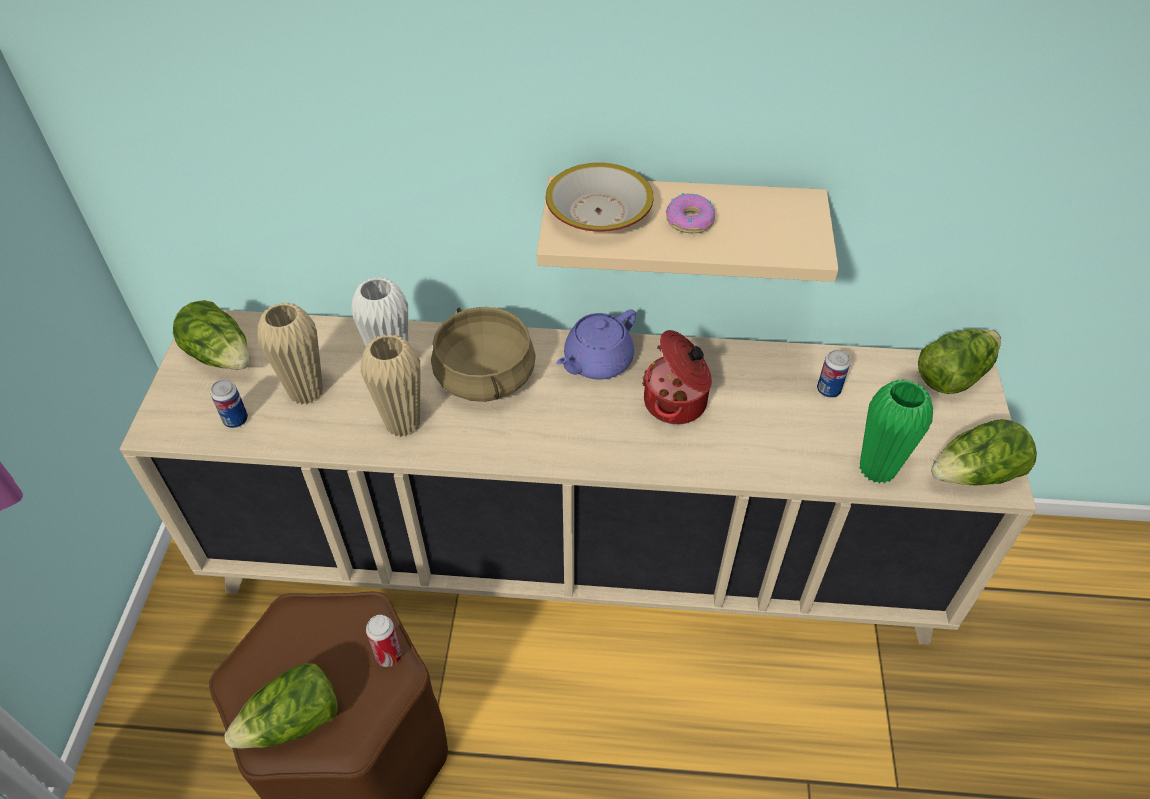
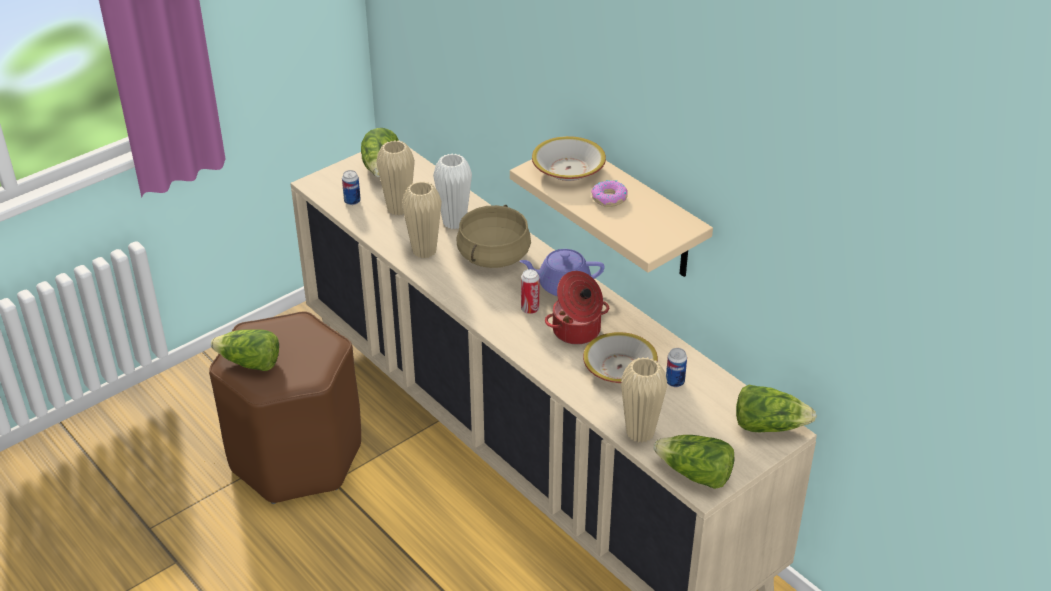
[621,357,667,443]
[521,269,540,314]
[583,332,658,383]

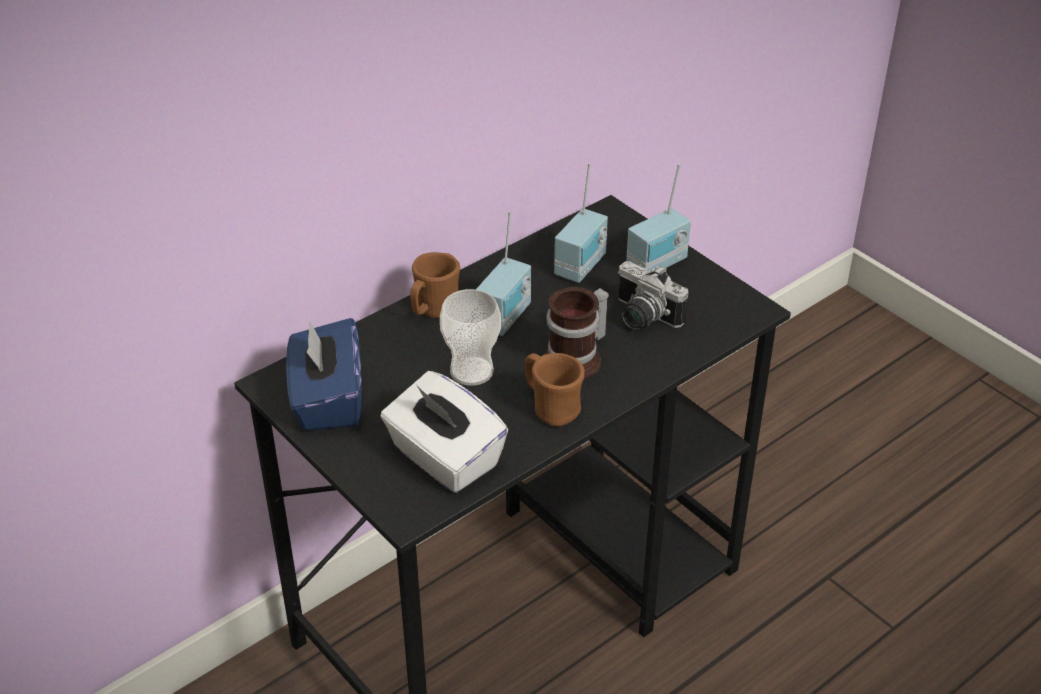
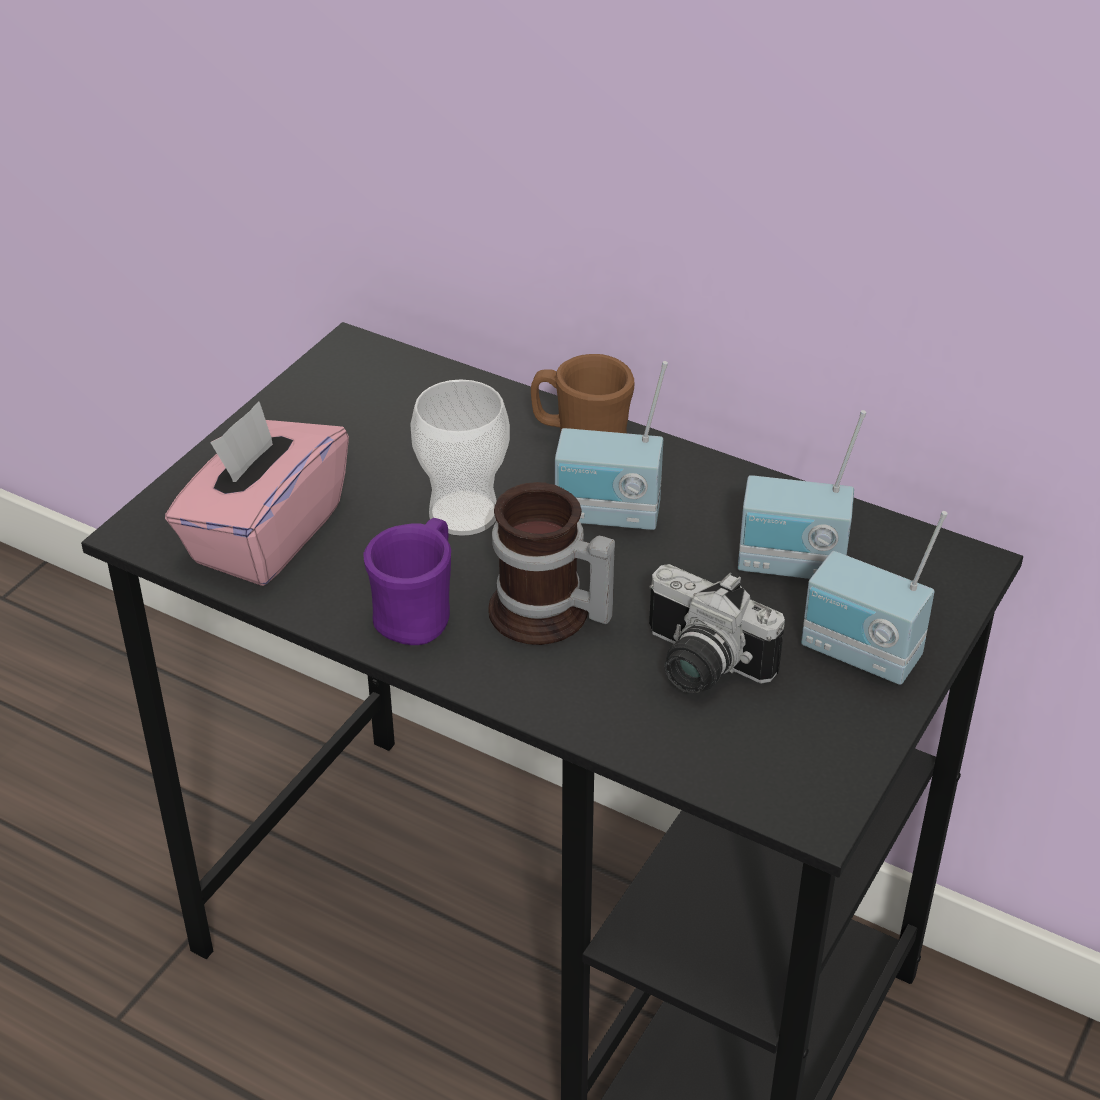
[649,564,785,694]
[286,318,362,431] (first image)
[364,518,451,645]
[165,401,349,586]

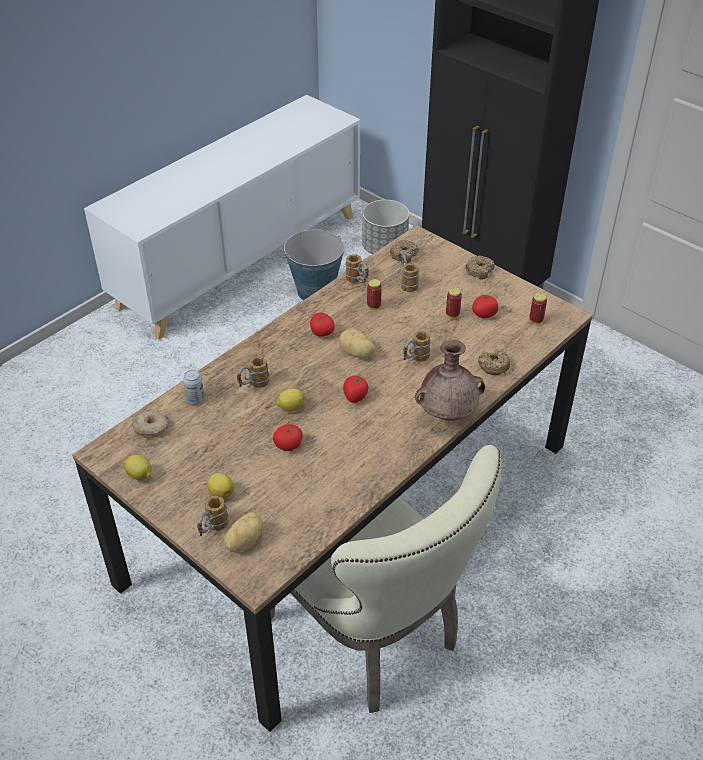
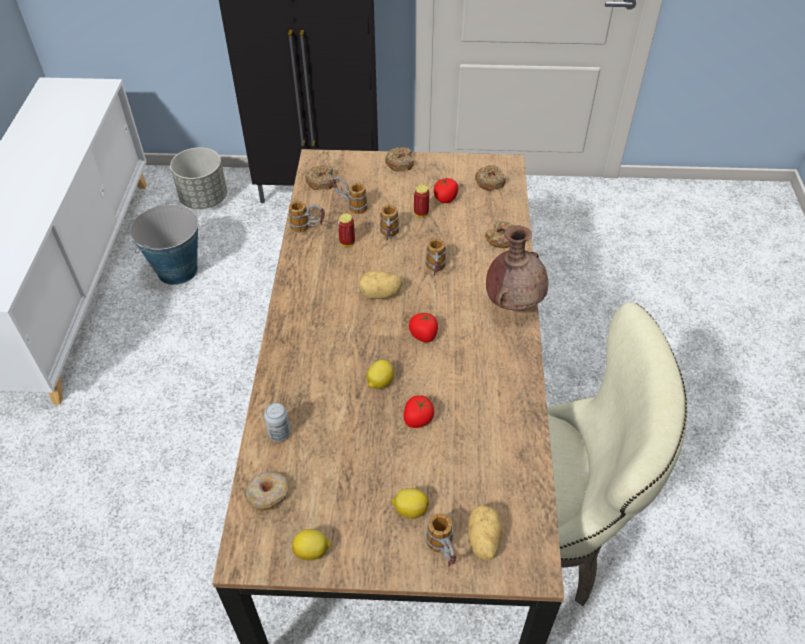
[475,165,506,191]
[310,313,335,337] (first image)
[379,205,400,240]

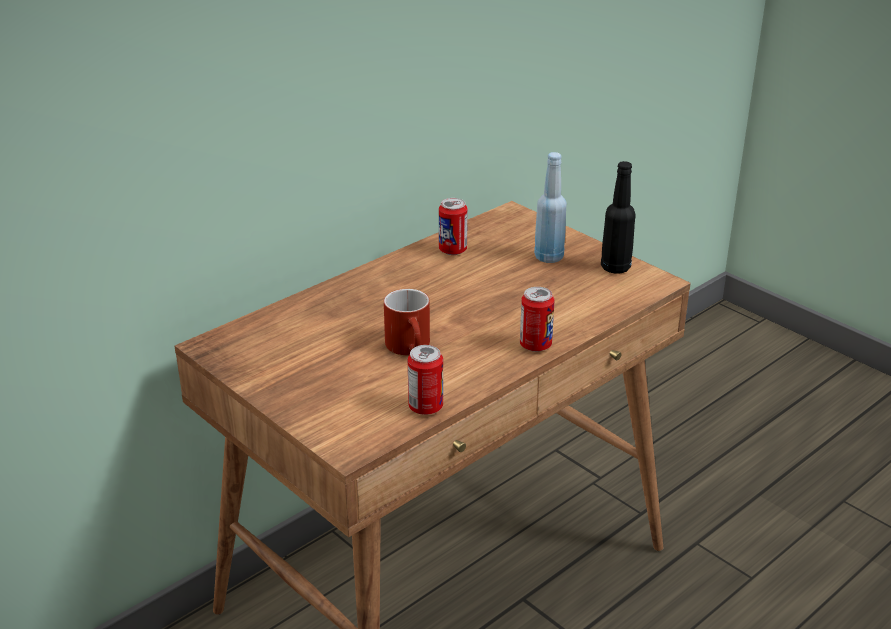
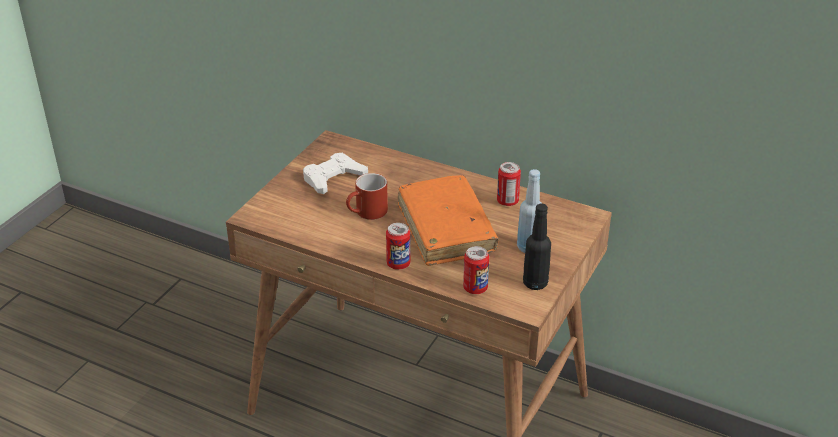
[463,246,489,294]
[303,153,368,194]
[398,175,499,266]

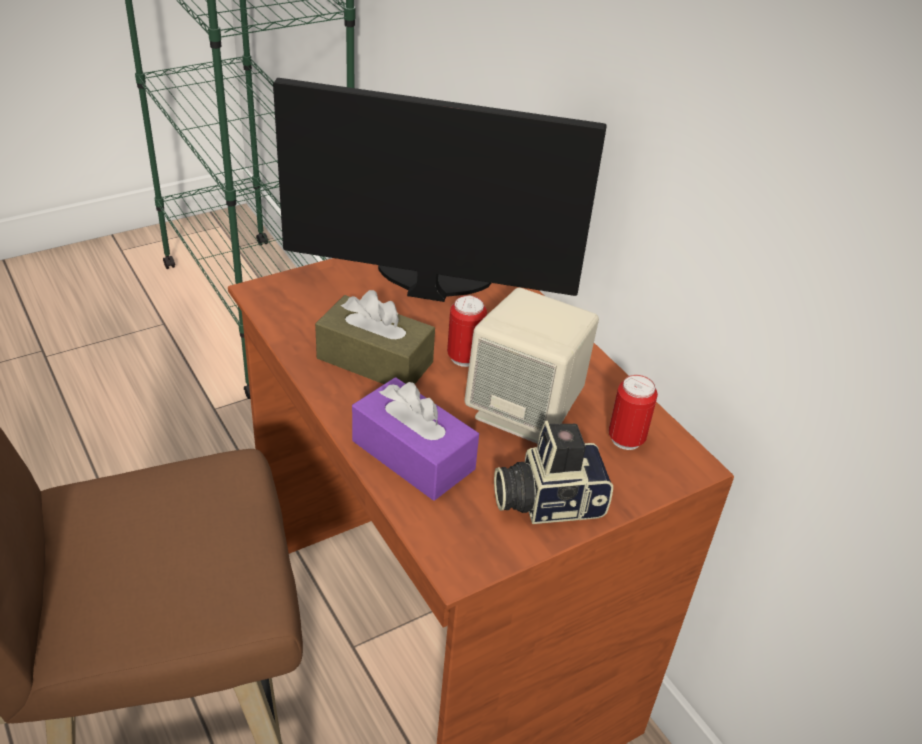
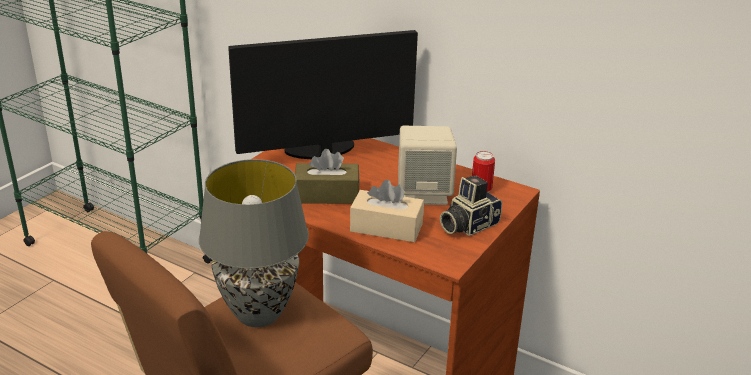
[447,295,487,367] (first image)
[350,180,424,242]
[199,159,309,327]

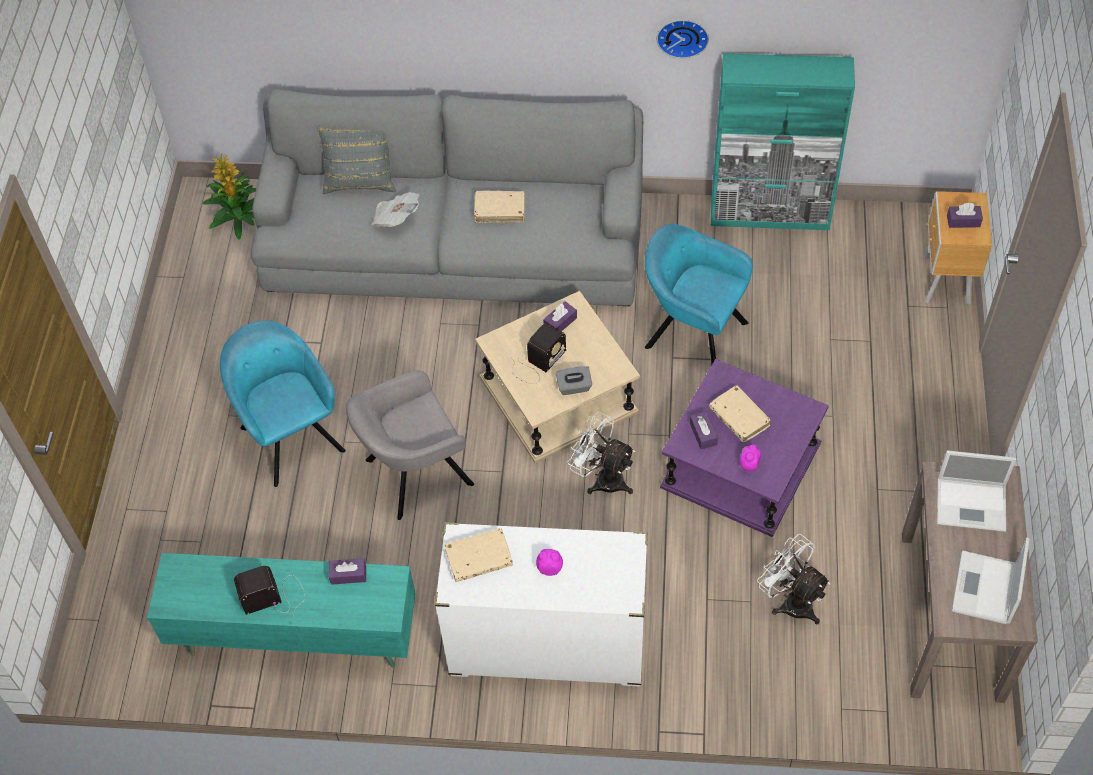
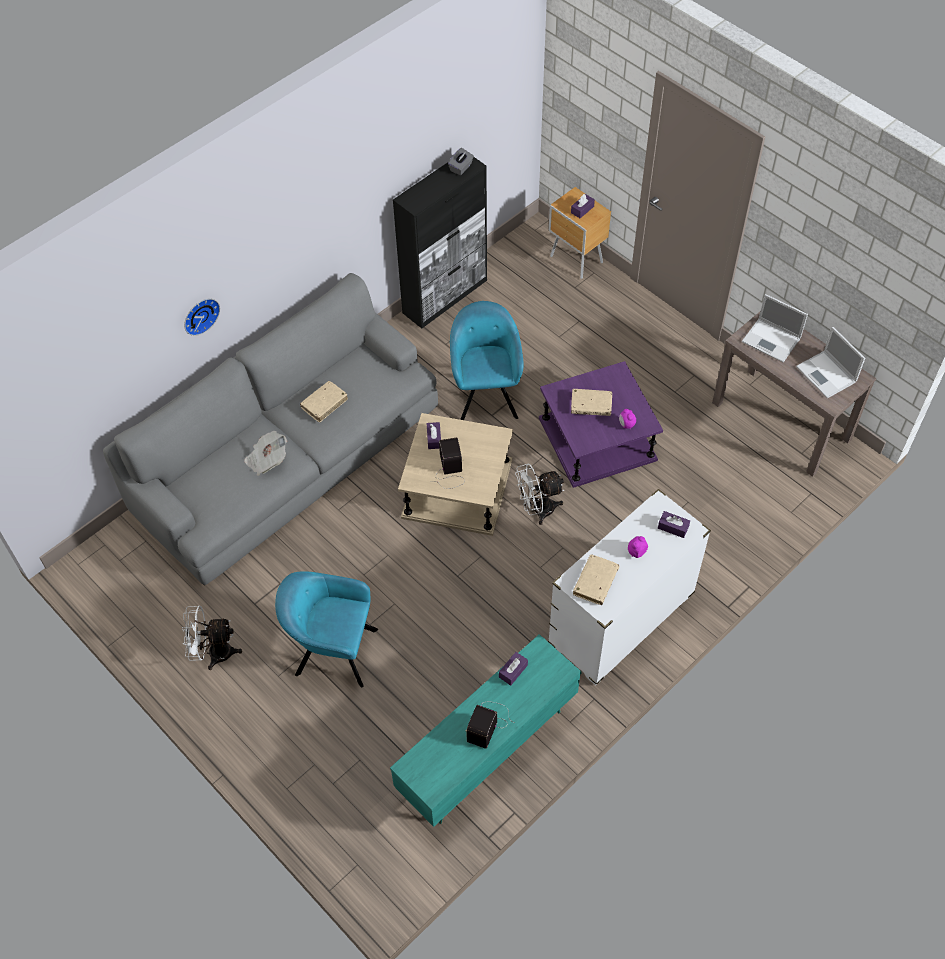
[184,299,220,336]
[393,157,487,328]
[317,125,396,194] (first image)
[203,153,256,240] (first image)
[450,301,524,420]
[448,148,474,175]
[346,370,474,520] (first image)
[658,511,690,538]
[742,294,808,362]
[182,606,242,670]

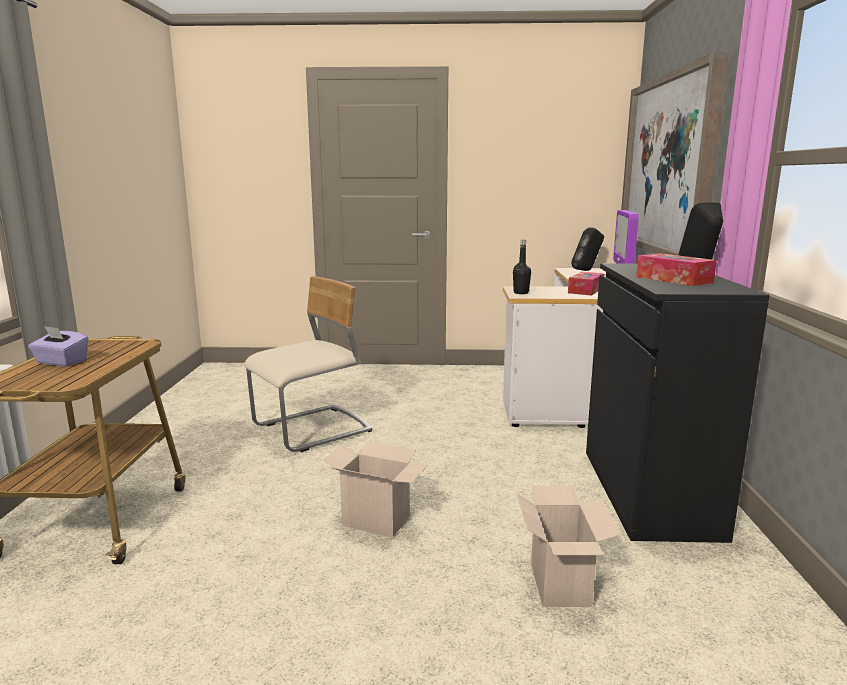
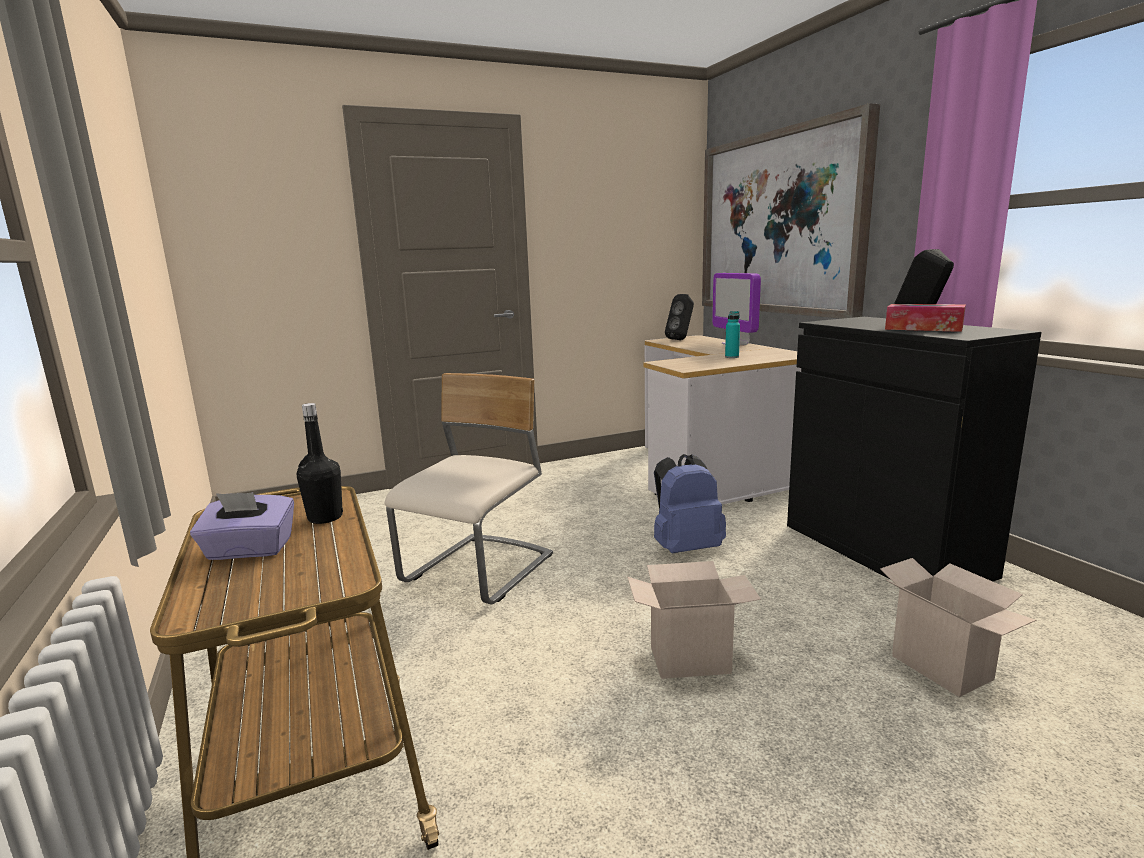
[297,403,343,524]
[725,311,740,358]
[654,454,726,553]

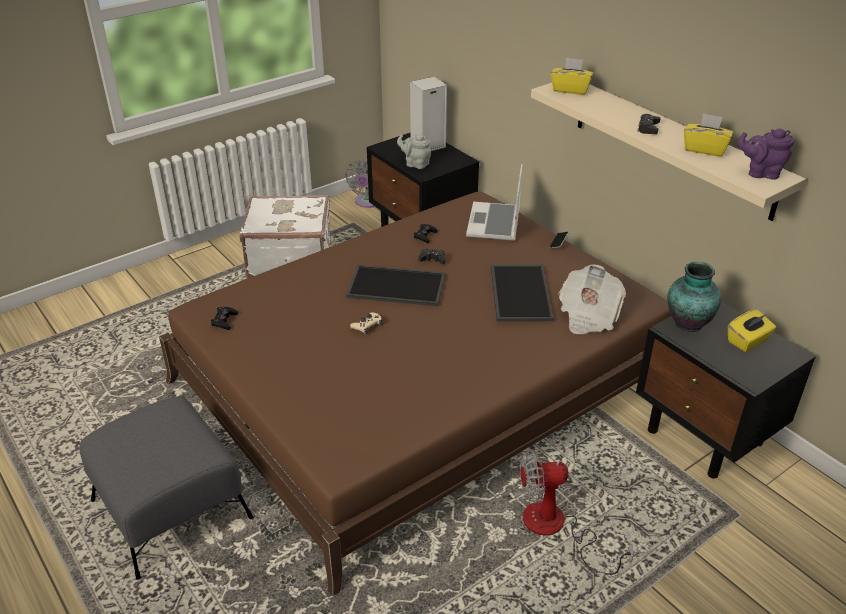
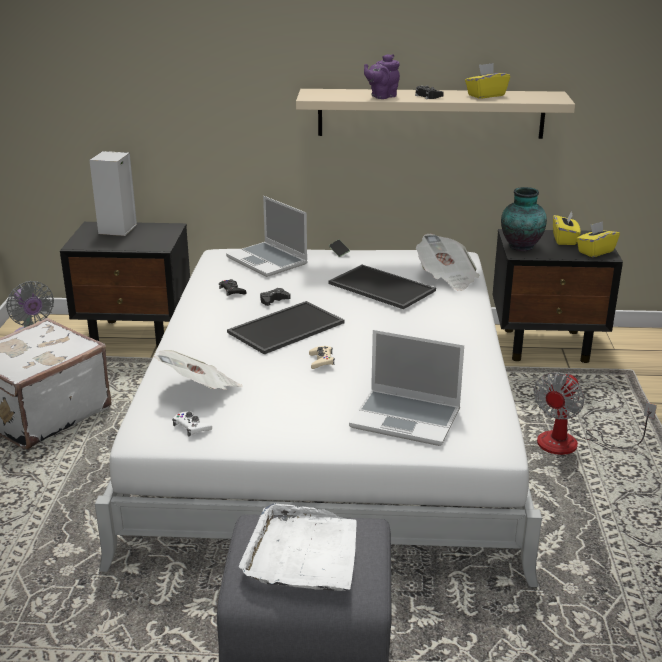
[576,221,620,257]
[364,54,400,99]
[397,134,431,169] (first image)
[95,249,542,587]
[172,411,212,436]
[349,330,464,446]
[154,350,243,390]
[239,503,357,591]

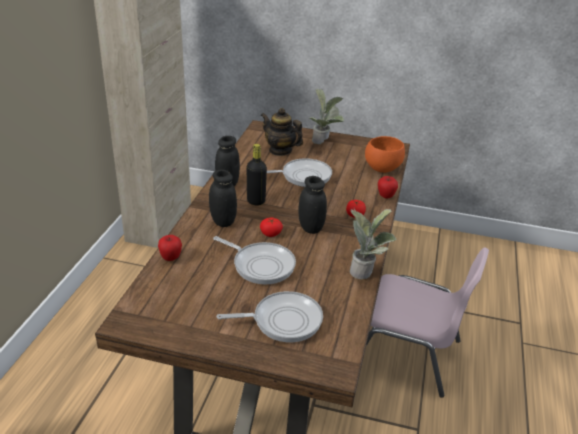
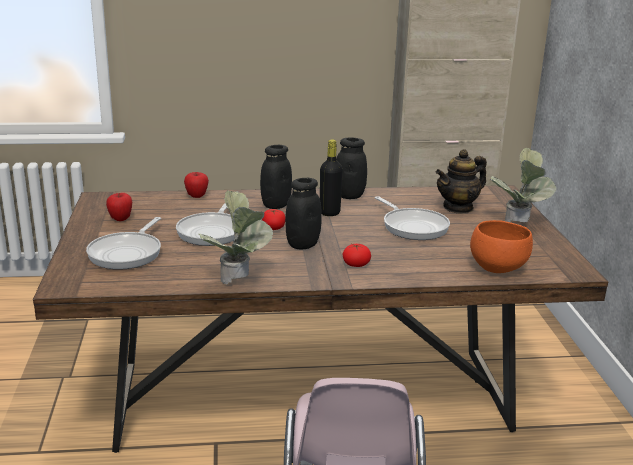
[436,149,487,214]
[106,193,132,221]
[86,217,161,270]

